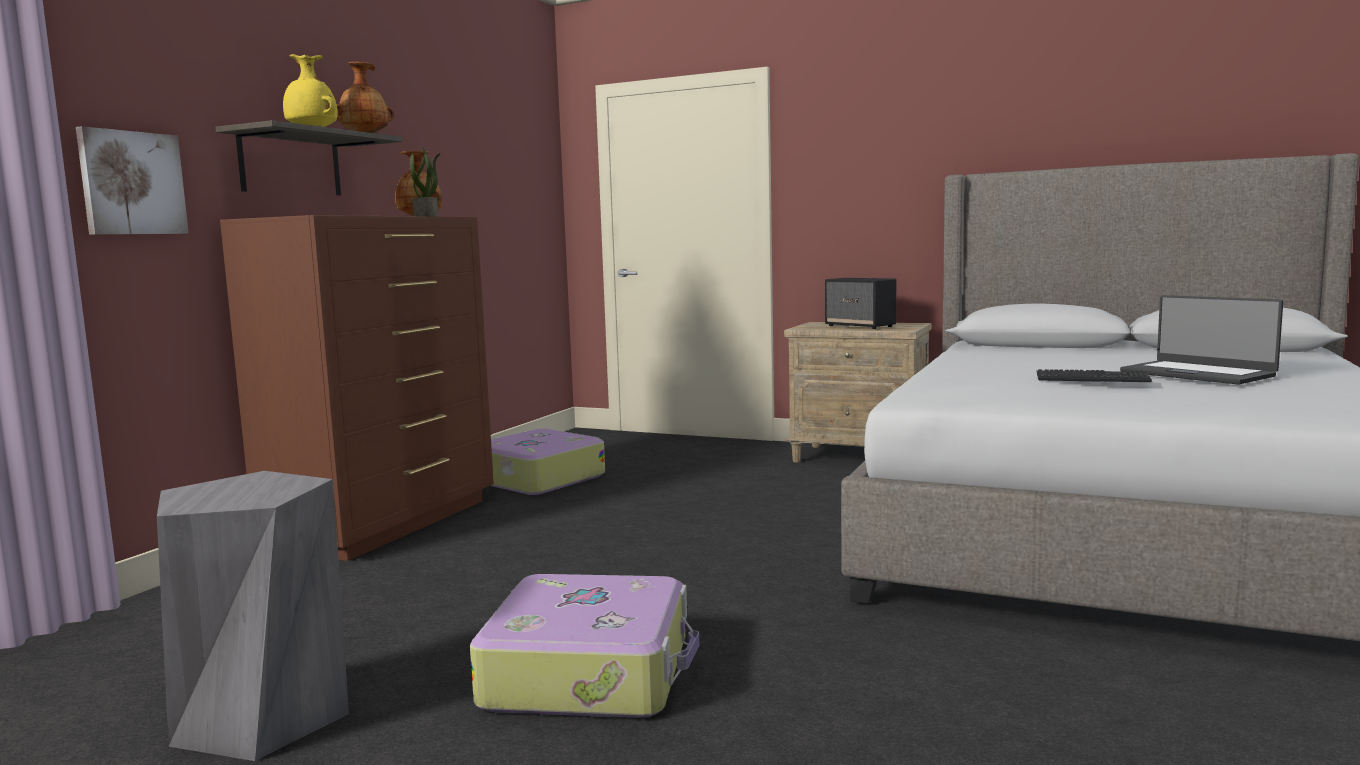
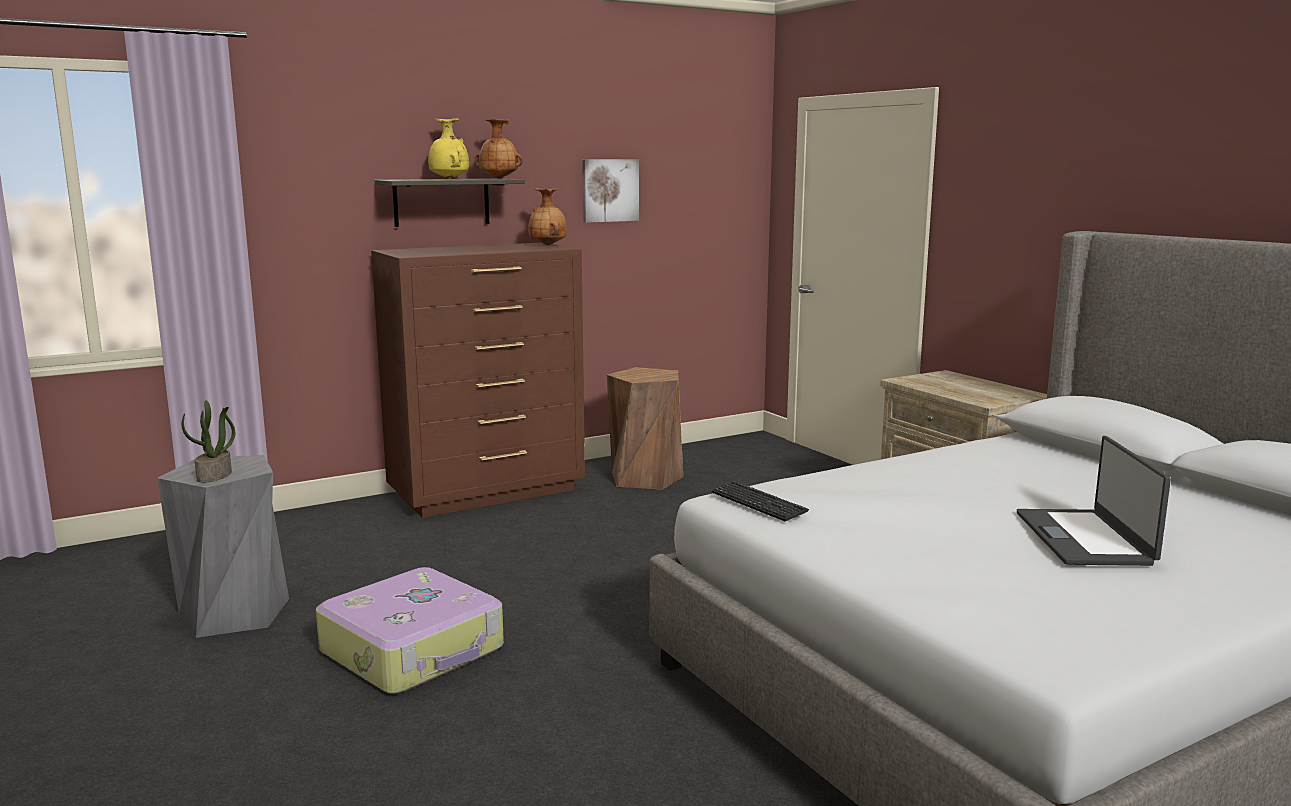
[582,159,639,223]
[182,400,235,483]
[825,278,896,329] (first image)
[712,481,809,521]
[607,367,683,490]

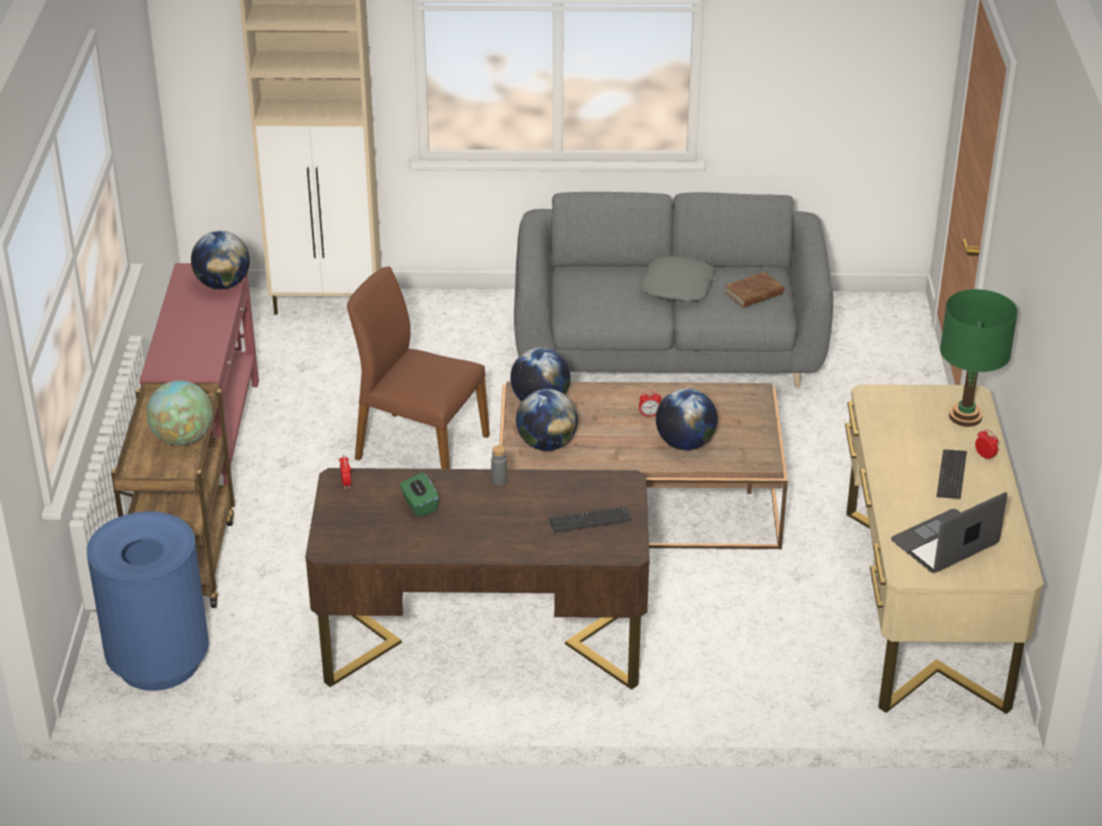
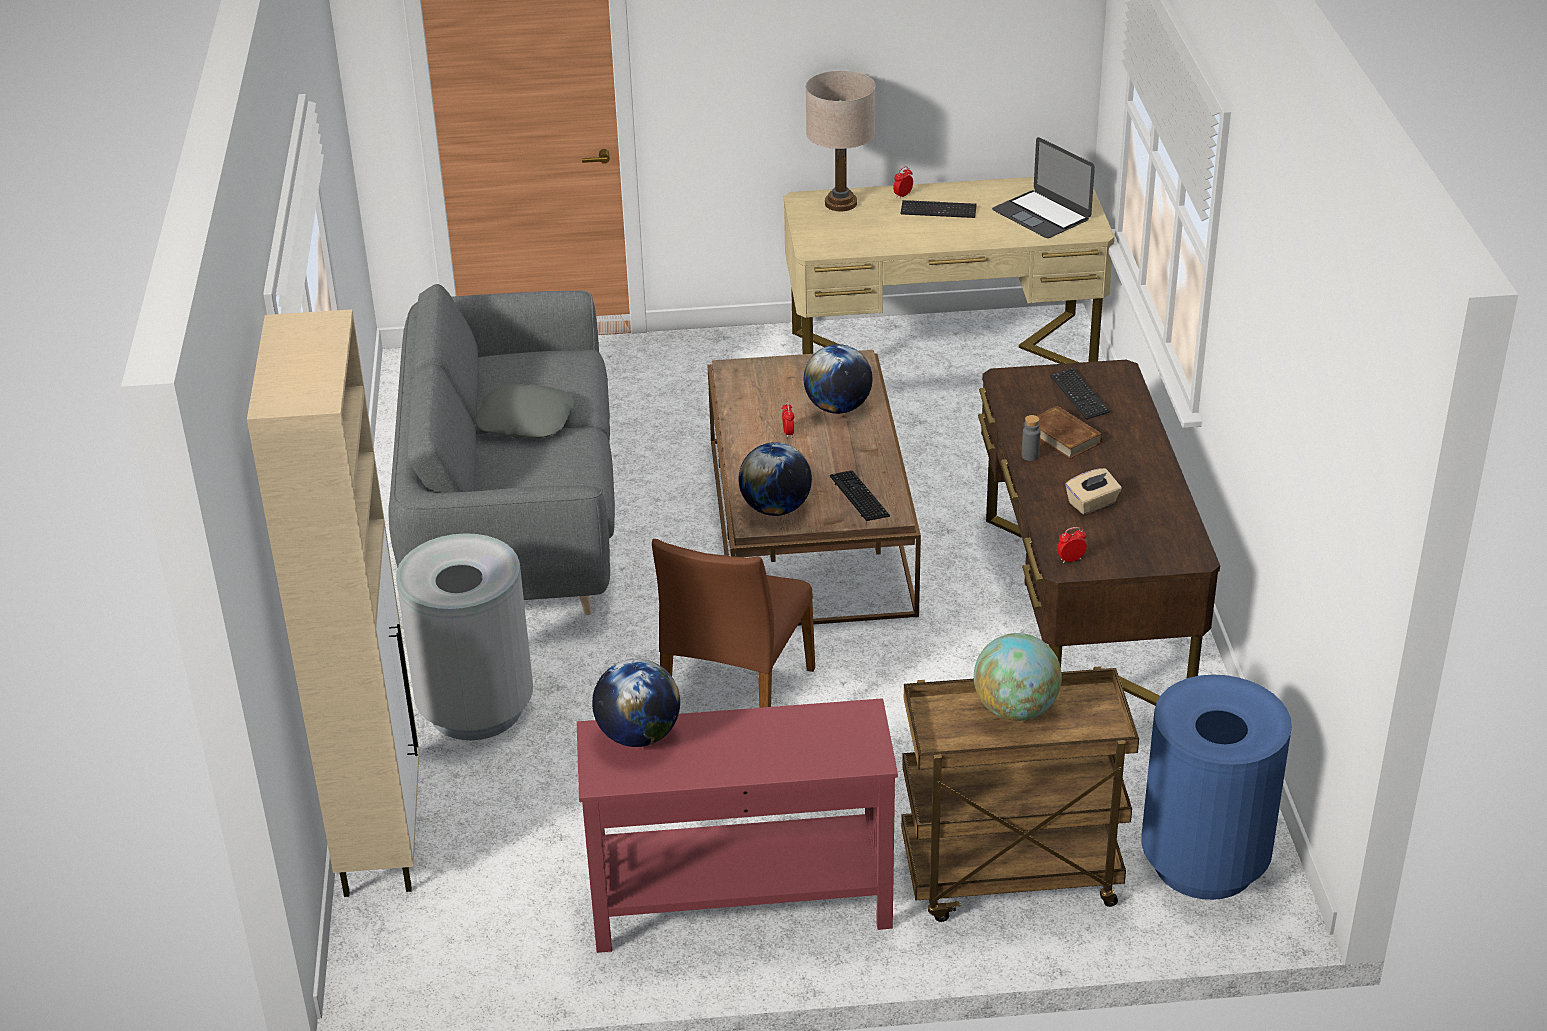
[1037,406,1102,459]
[806,71,876,211]
[830,470,890,521]
[1065,468,1122,514]
[396,533,533,740]

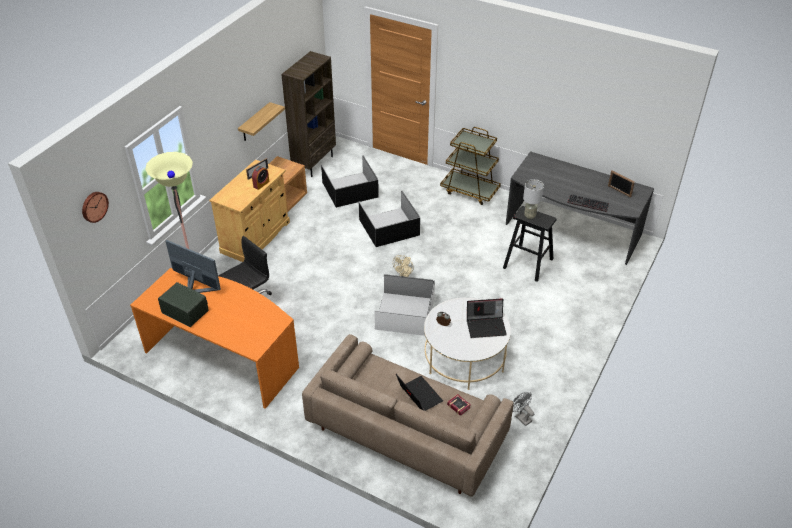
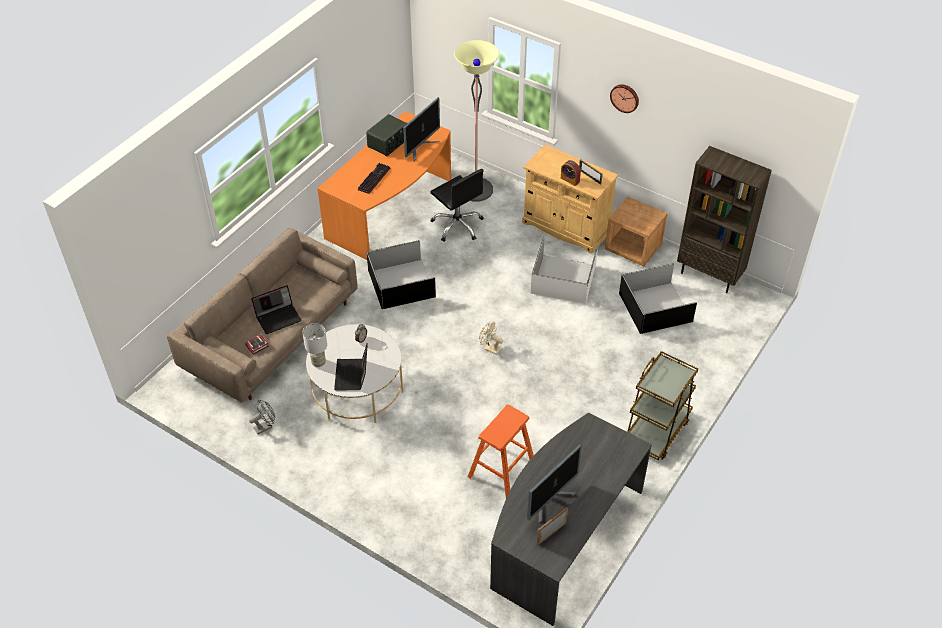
[238,102,285,141] (first image)
[303,323,327,367]
[366,240,436,309]
[610,84,639,113]
[358,163,390,194]
[468,405,534,498]
[531,237,598,304]
[527,444,582,523]

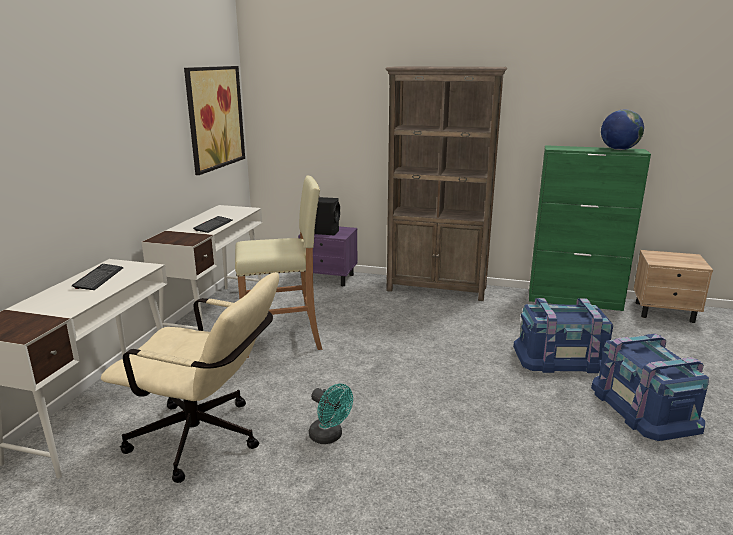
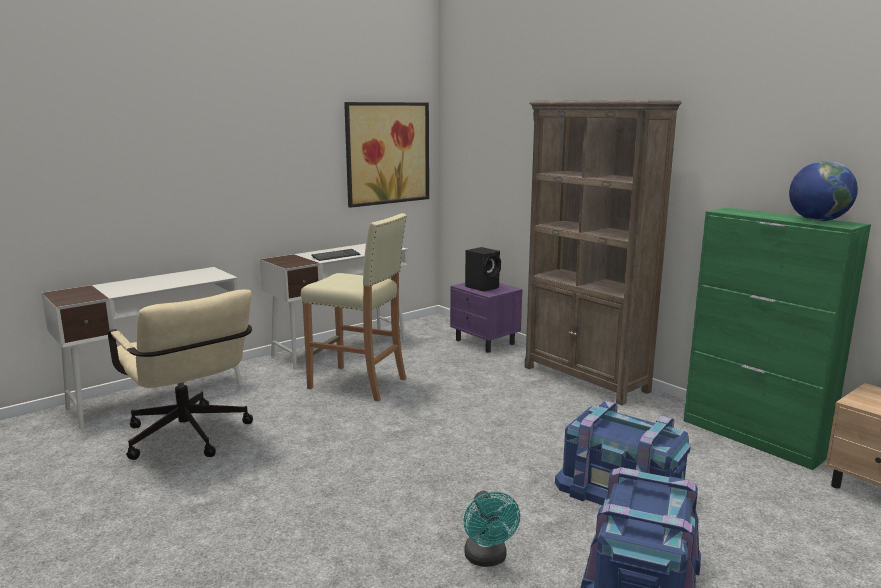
[72,264,124,290] (first image)
[464,491,520,567]

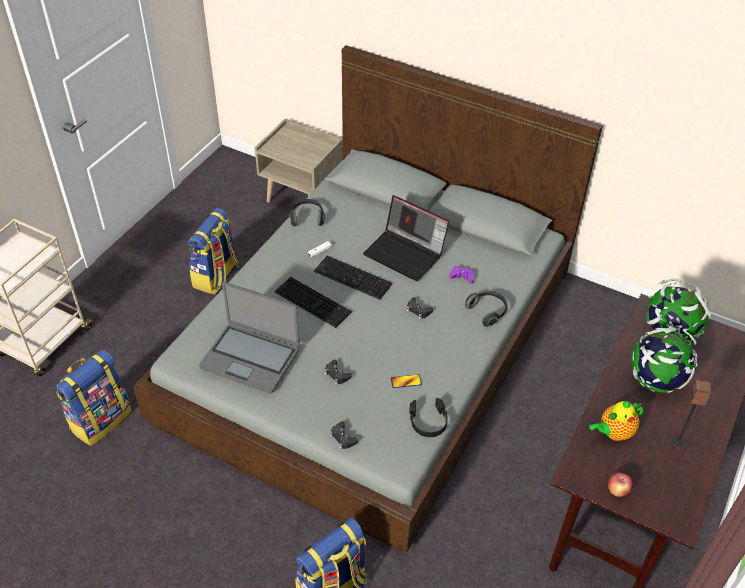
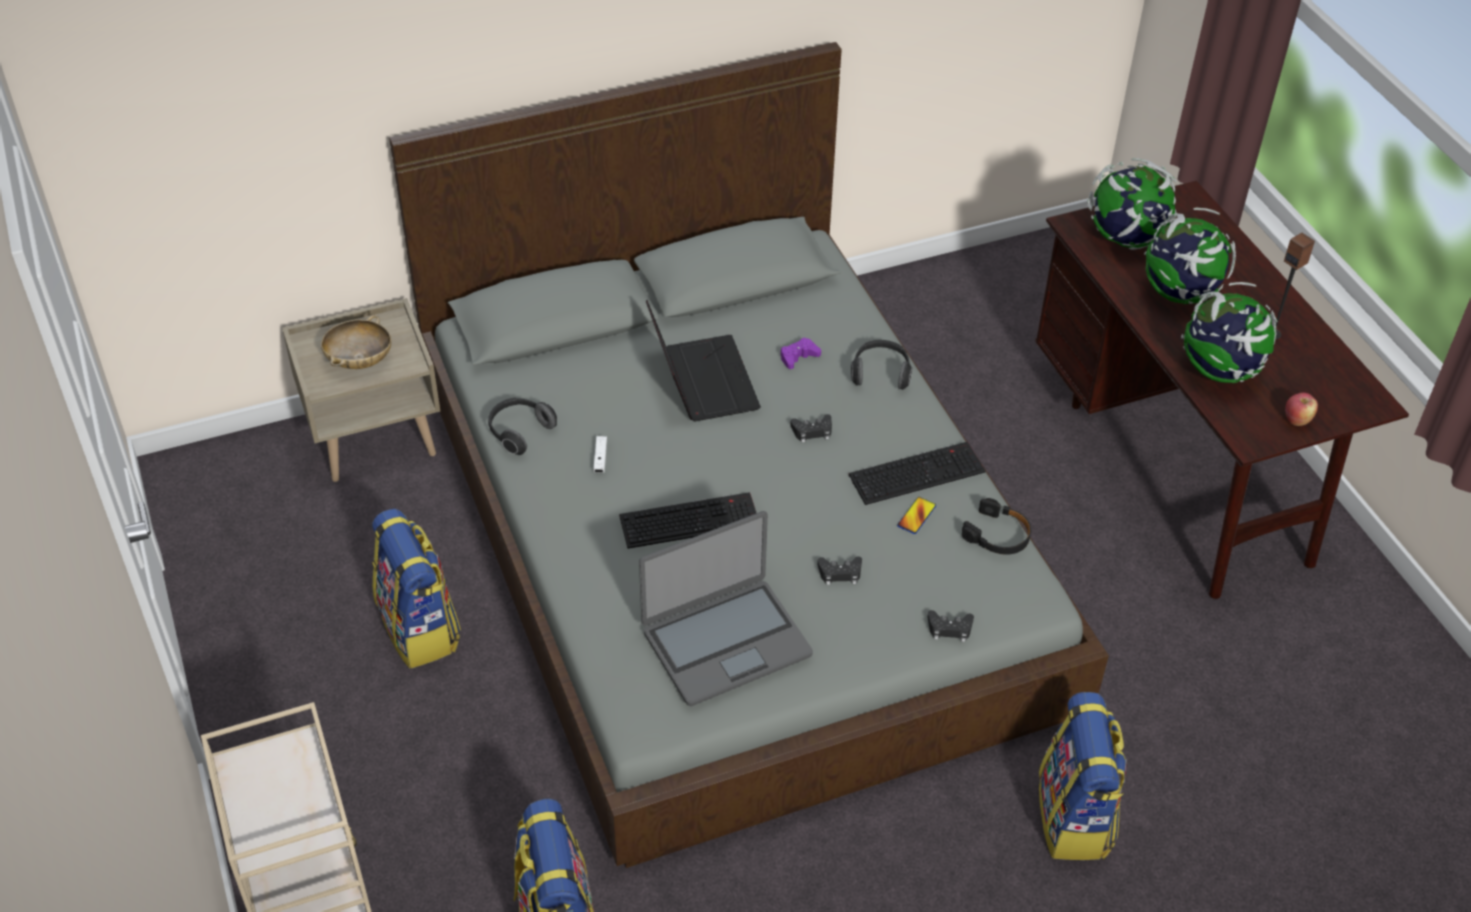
[646,300,761,421]
[849,441,985,505]
[1181,282,1277,383]
[321,315,391,369]

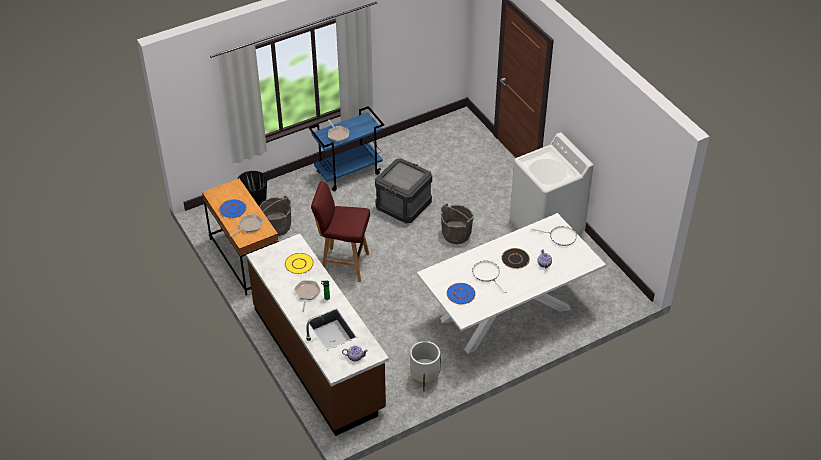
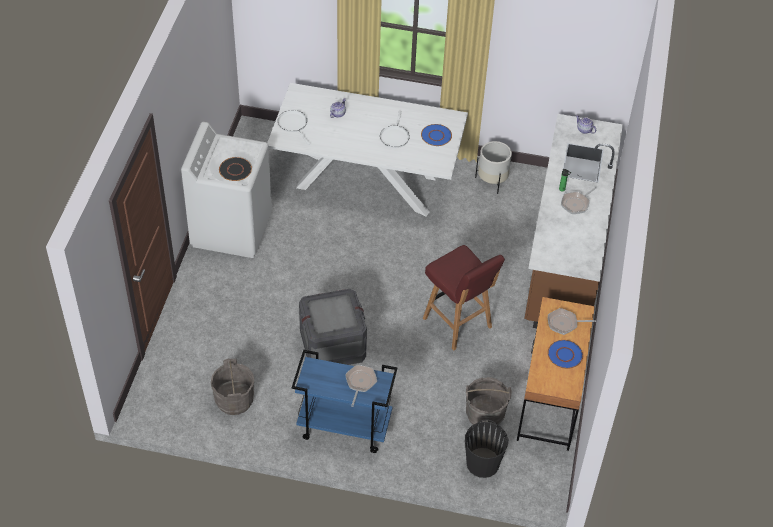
[211,359,254,415]
[219,157,252,181]
[285,253,314,274] (first image)

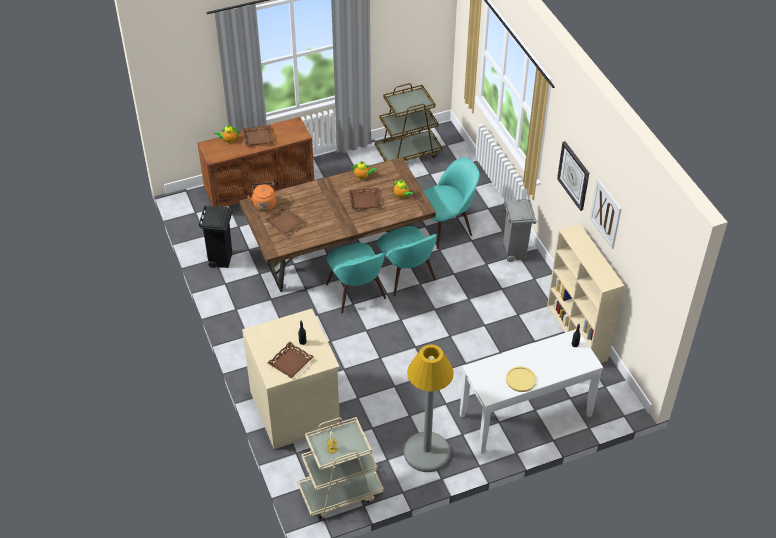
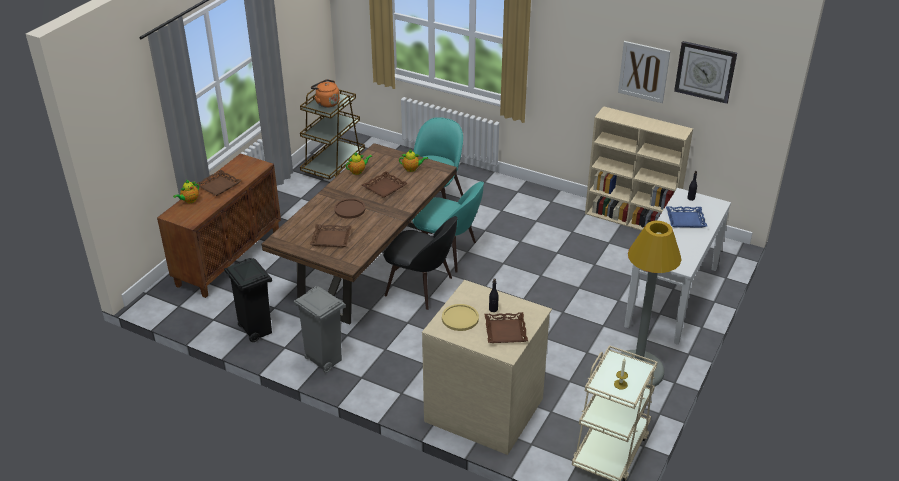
[674,41,737,104]
[311,79,340,108]
[294,286,346,373]
[383,216,458,310]
[442,304,479,331]
[334,198,365,219]
[666,206,707,228]

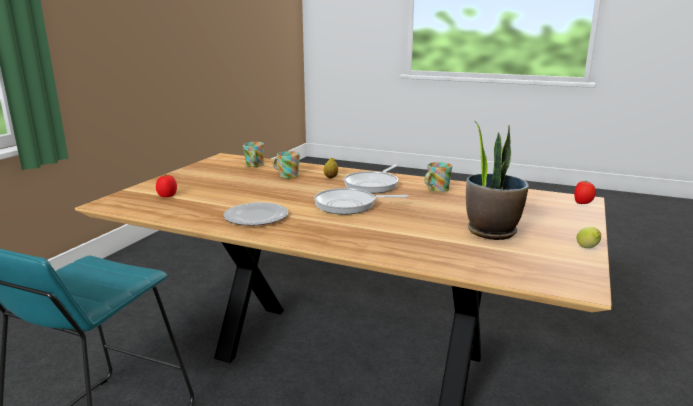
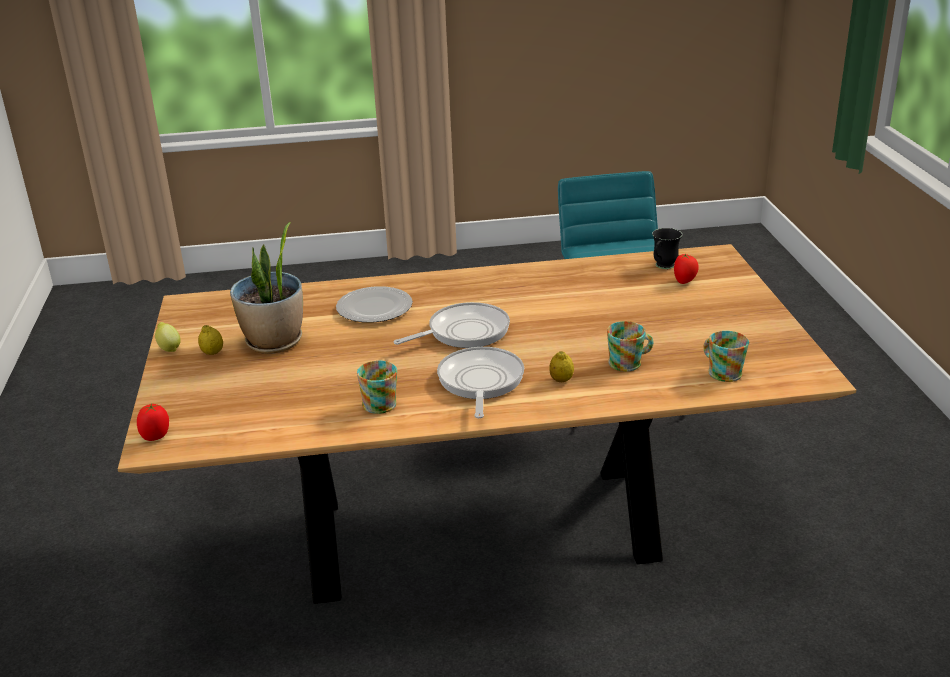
[336,286,413,323]
[652,228,682,269]
[198,325,223,355]

